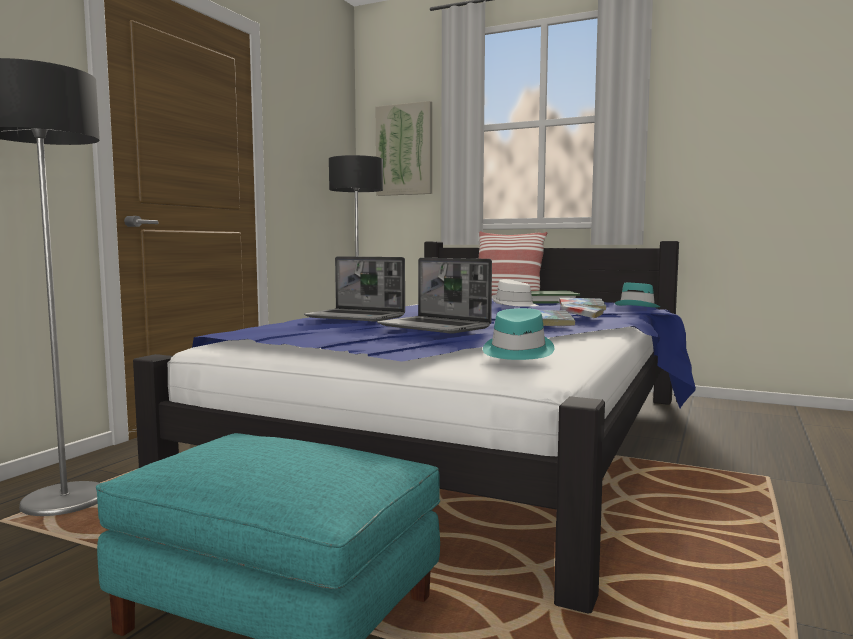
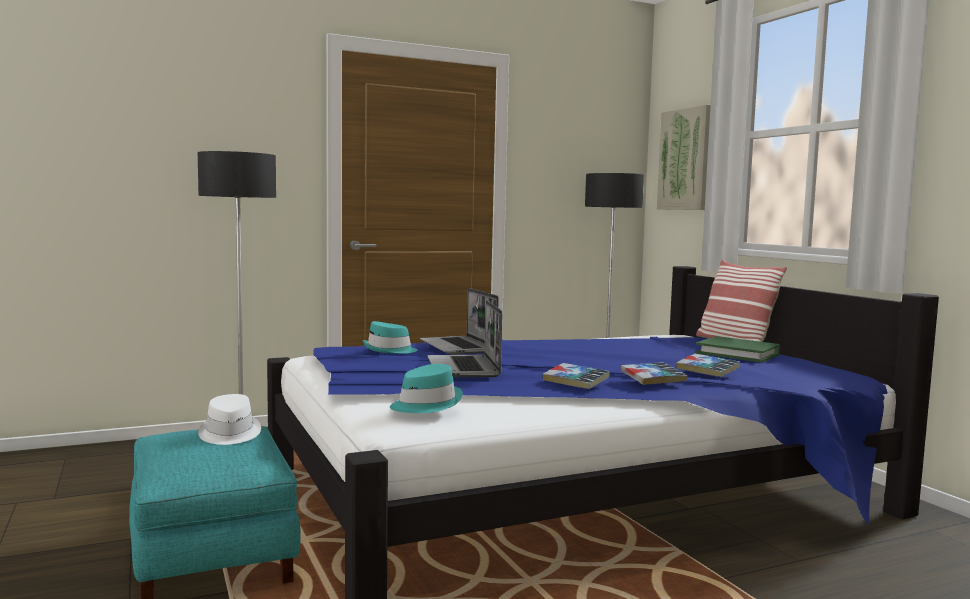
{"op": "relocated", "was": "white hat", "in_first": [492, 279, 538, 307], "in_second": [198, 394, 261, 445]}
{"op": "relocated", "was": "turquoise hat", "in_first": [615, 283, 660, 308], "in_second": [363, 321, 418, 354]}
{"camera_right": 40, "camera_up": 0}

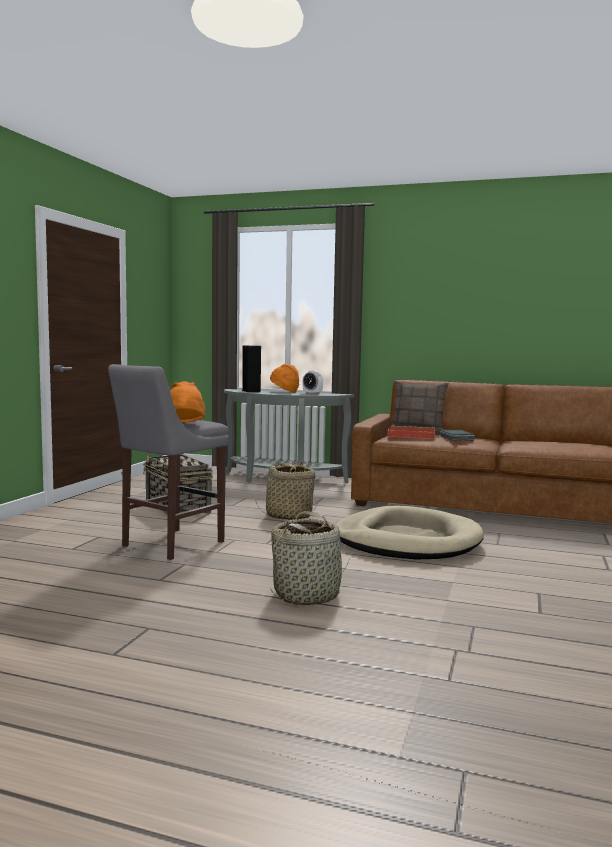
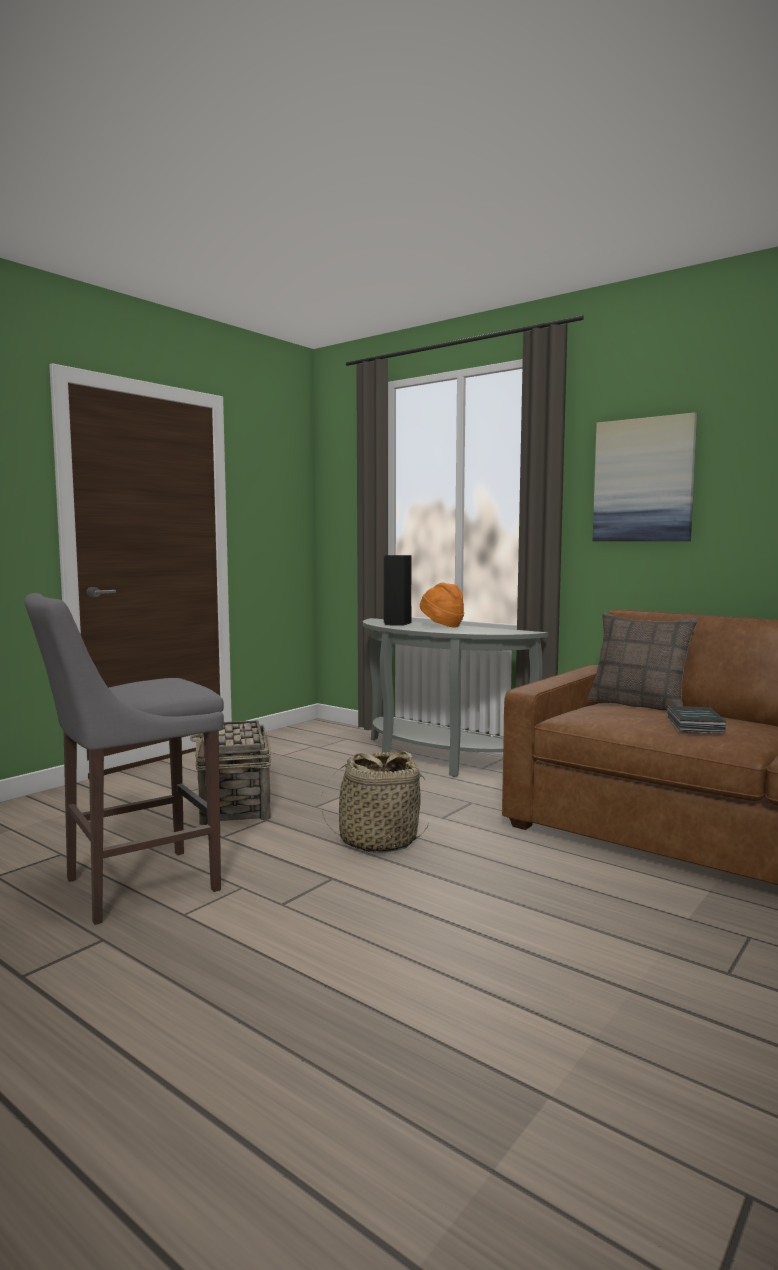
{"op": "missing", "was": "alarm clock", "in_first": [302, 370, 323, 395]}
{"op": "missing", "was": "orange hat", "in_first": [170, 381, 206, 423]}
{"op": "missing", "was": "red tray", "in_first": [387, 426, 435, 439]}
{"op": "missing", "was": "beige dog bed", "in_first": [334, 506, 484, 559]}
{"op": "missing", "was": "basket", "in_first": [270, 511, 350, 605]}
{"op": "appeared", "now": "picture", "in_second": [593, 413, 697, 541]}
{"camera_right": 20, "camera_up": 0}

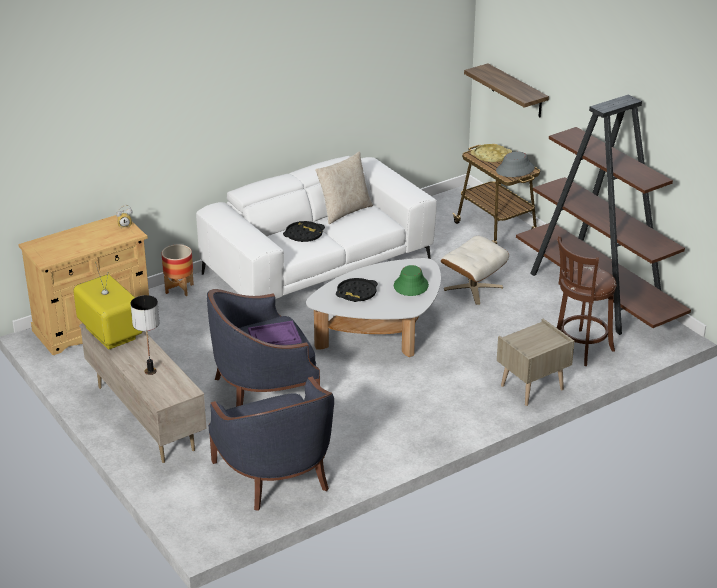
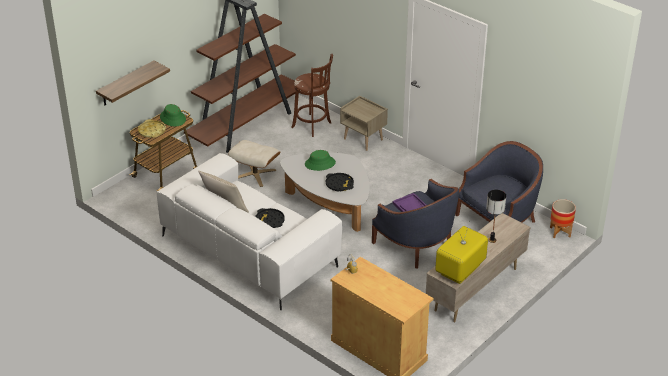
{"op": "colour", "was": "grey hat", "now": "green hat", "in_first": [496, 152, 535, 177], "in_second": [160, 104, 186, 126]}
{"op": "relocated", "was": "planter", "in_first": [162, 244, 194, 296], "in_second": [550, 199, 576, 238]}
{"camera_right": -105, "camera_up": 5}

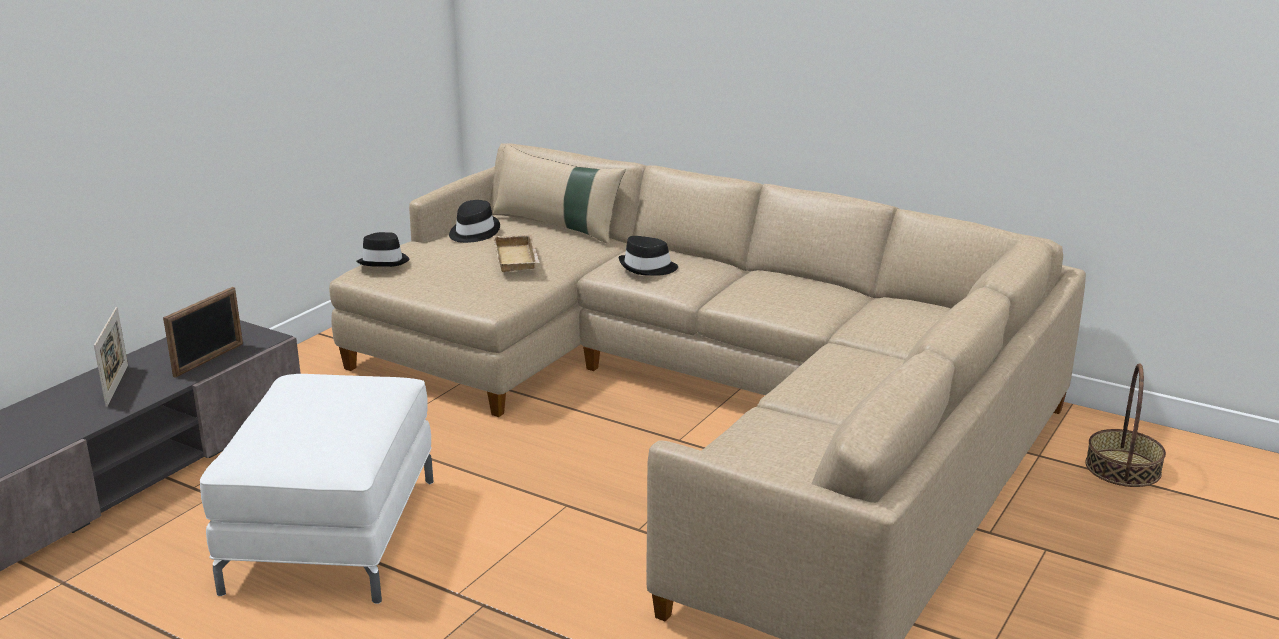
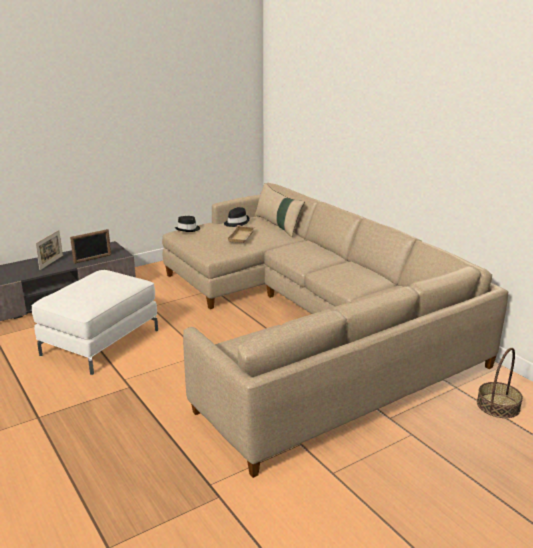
{"op": "missing", "was": "black hat", "in_first": [619, 236, 678, 276]}
{"camera_right": 25, "camera_up": 0}

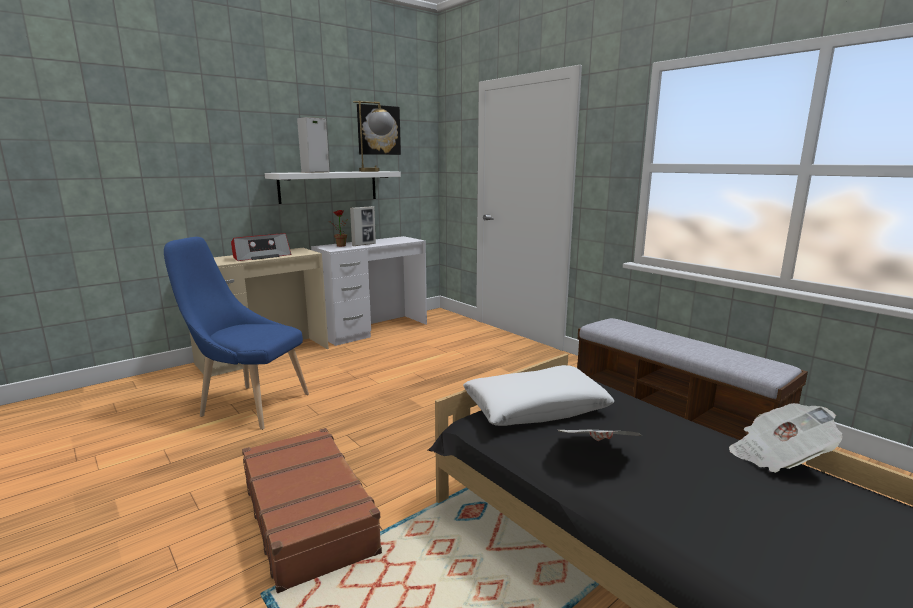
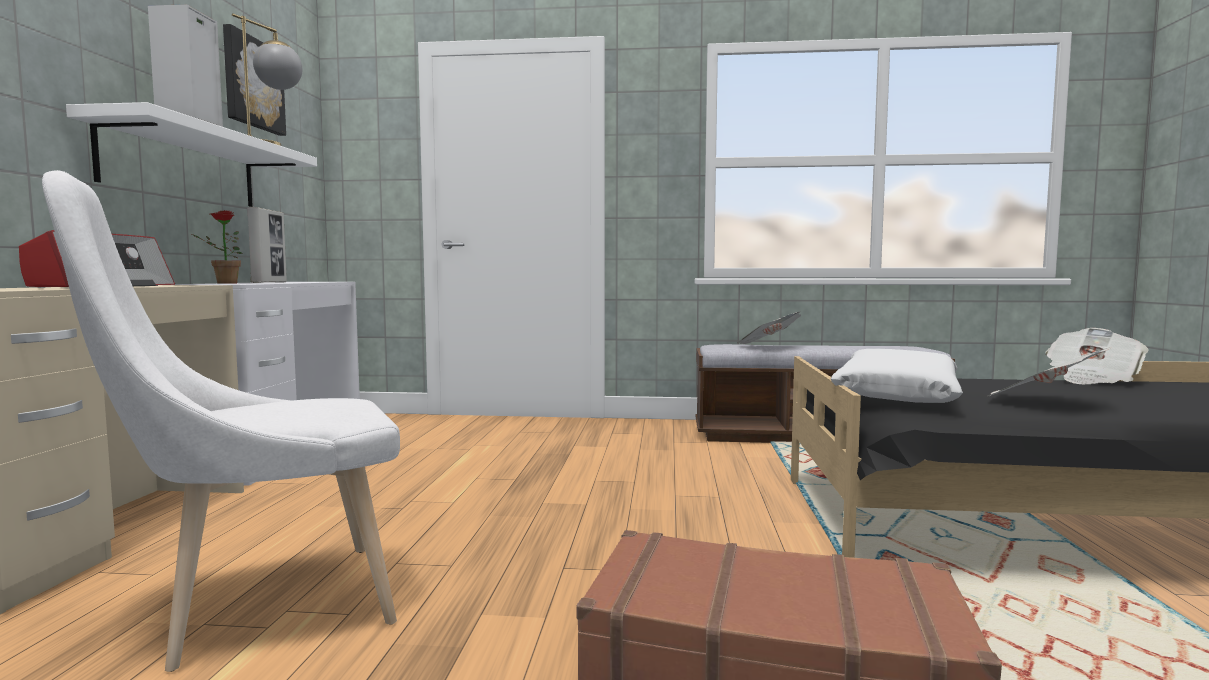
{"op": "colour", "was": "blue chair", "now": "white chair", "in_first": [164, 237, 309, 430], "in_second": [42, 170, 400, 672]}
{"op": "appeared", "now": "newspaper", "in_second": [737, 312, 801, 344]}
{"camera_right": -45, "camera_up": -10}

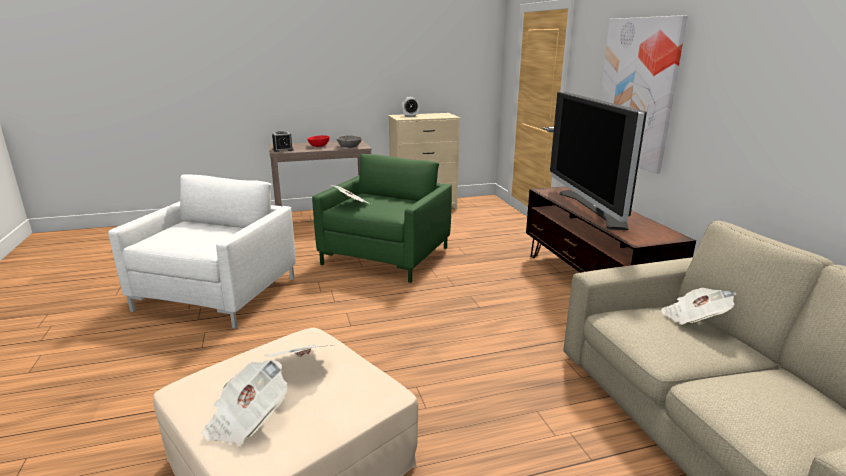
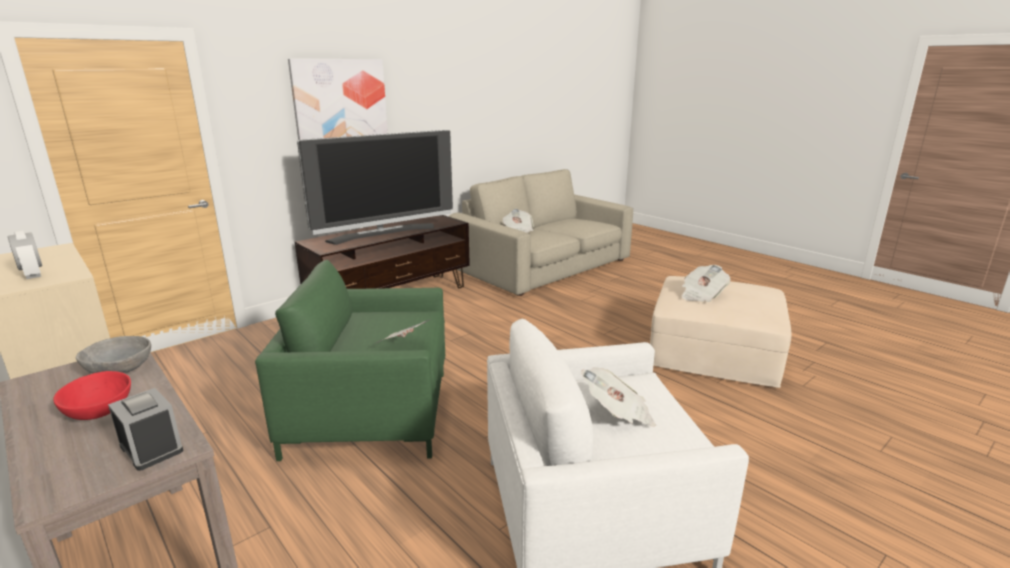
{"op": "relocated", "was": "newspaper", "in_first": [202, 360, 287, 446], "in_second": [581, 367, 656, 427]}
{"camera_right": -115, "camera_up": 0}

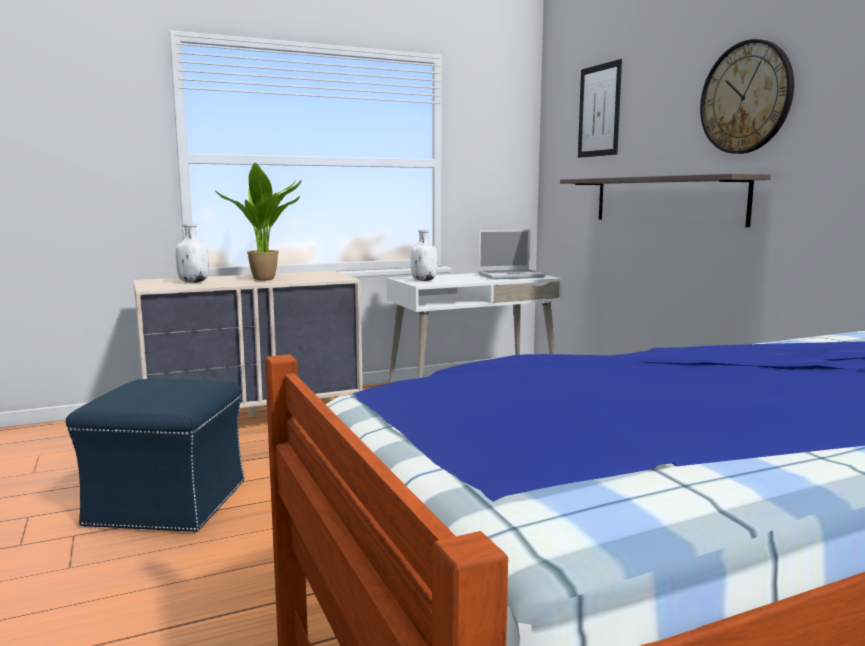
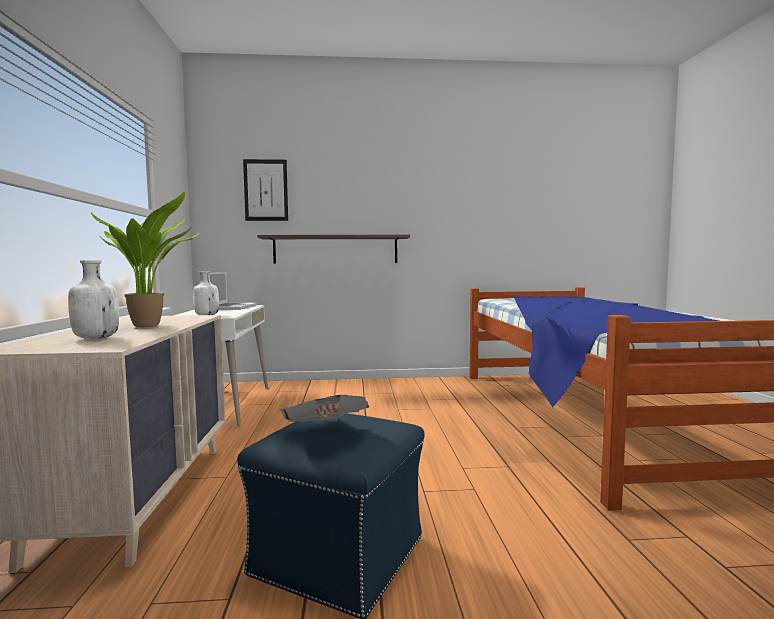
{"op": "missing", "was": "wall clock", "in_first": [700, 39, 794, 154]}
{"op": "appeared", "now": "newspaper", "in_second": [280, 395, 369, 422]}
{"camera_right": -70, "camera_up": -5}

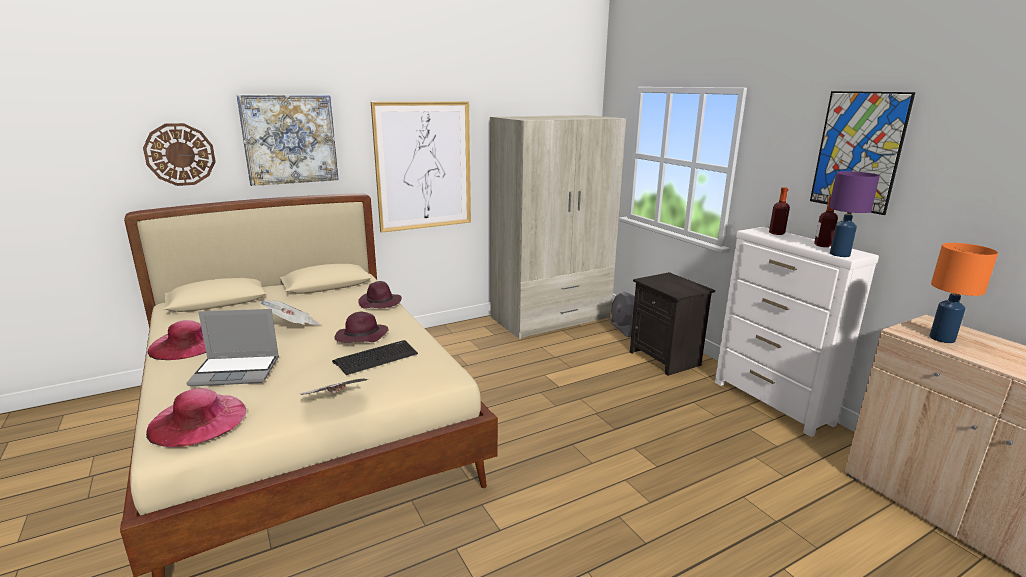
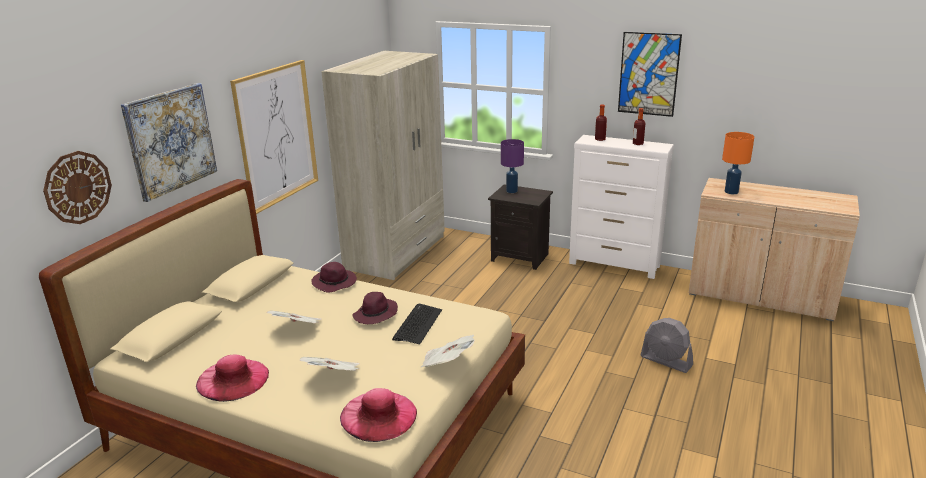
{"op": "relocated", "was": "purple table lamp", "in_first": [829, 171, 880, 257], "in_second": [501, 139, 524, 193]}
{"op": "relocated", "was": "grey fan", "in_first": [610, 292, 635, 337], "in_second": [640, 318, 693, 373]}
{"op": "exchanged", "was": "laptop", "now": "newspaper", "in_first": [187, 309, 279, 386], "in_second": [300, 357, 360, 371]}
{"camera_right": -35, "camera_up": 5}

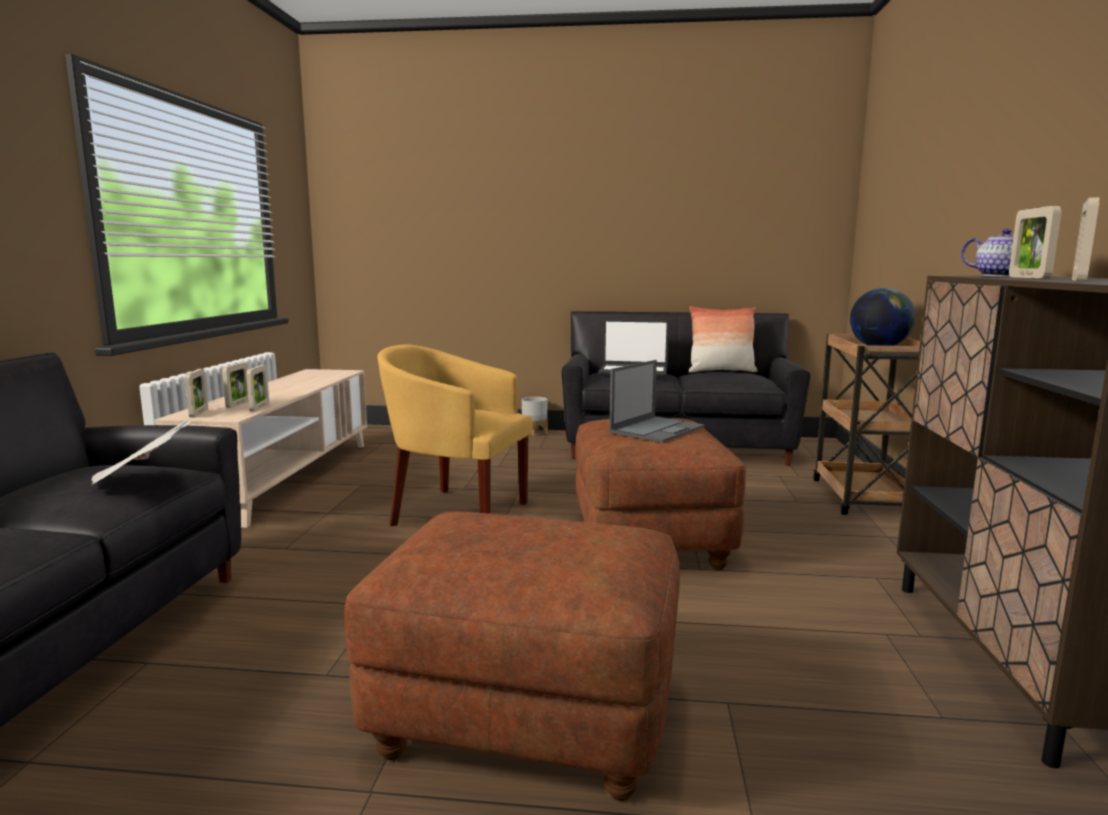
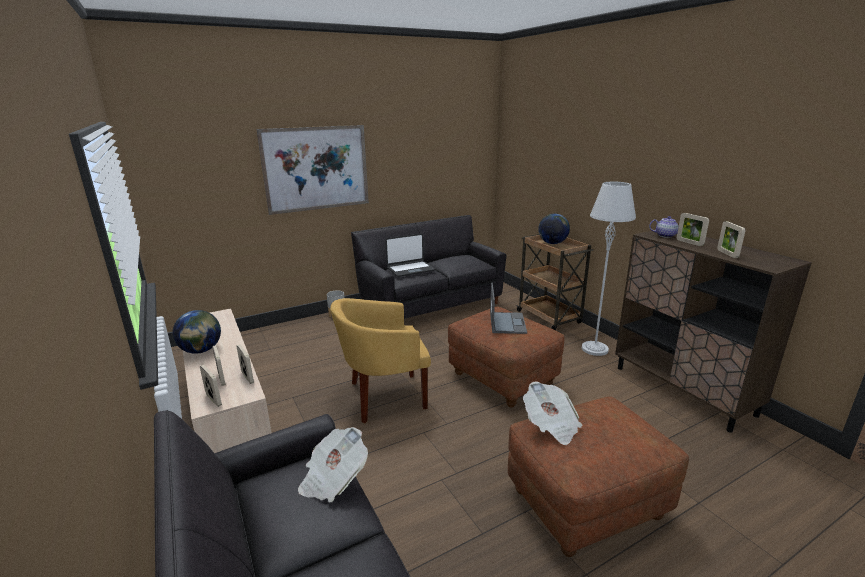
{"op": "missing", "was": "pillow", "in_first": [689, 306, 758, 373]}
{"op": "appeared", "now": "picture", "in_second": [256, 125, 369, 215]}
{"op": "appeared", "now": "grey floor lamp", "in_second": [582, 182, 636, 356]}
{"op": "appeared", "now": "globe", "in_second": [173, 310, 221, 354]}
{"op": "appeared", "now": "newspaper", "in_second": [523, 381, 582, 445]}
{"camera_right": -35, "camera_up": 10}

